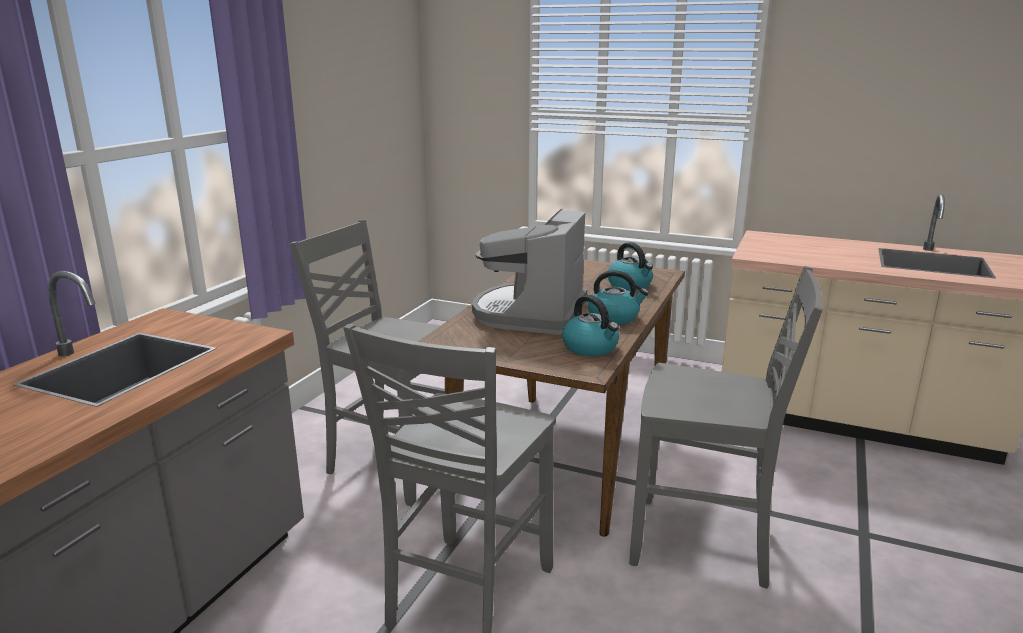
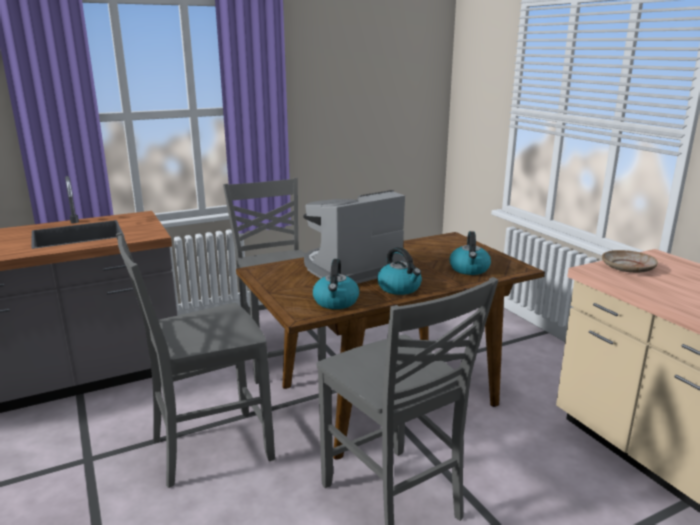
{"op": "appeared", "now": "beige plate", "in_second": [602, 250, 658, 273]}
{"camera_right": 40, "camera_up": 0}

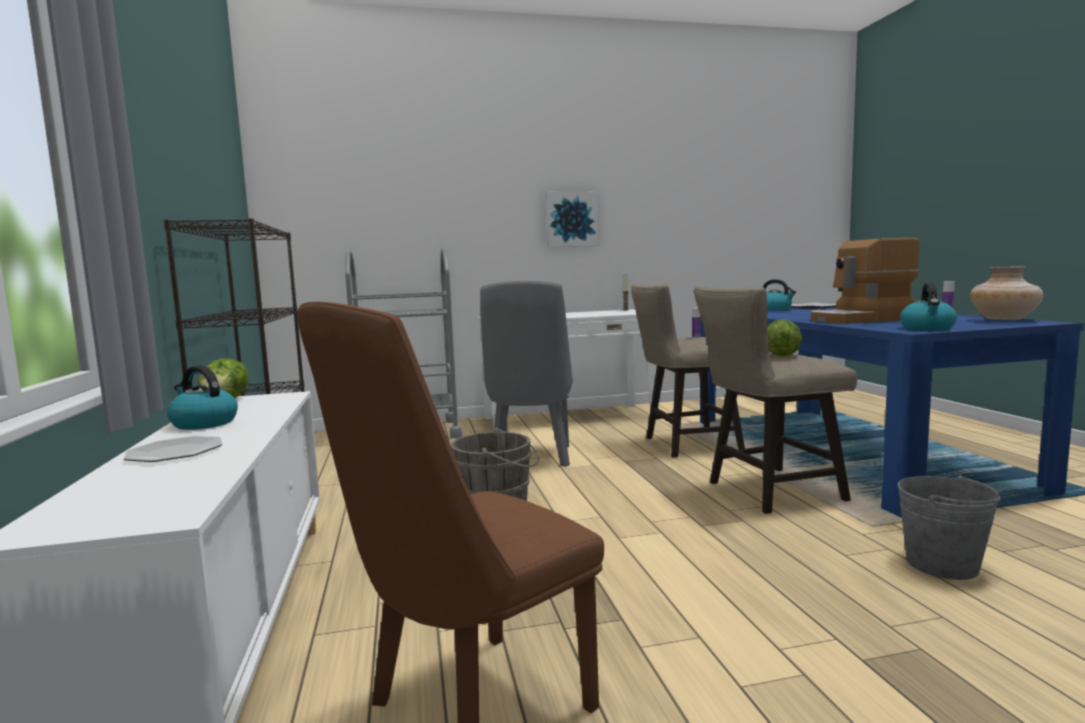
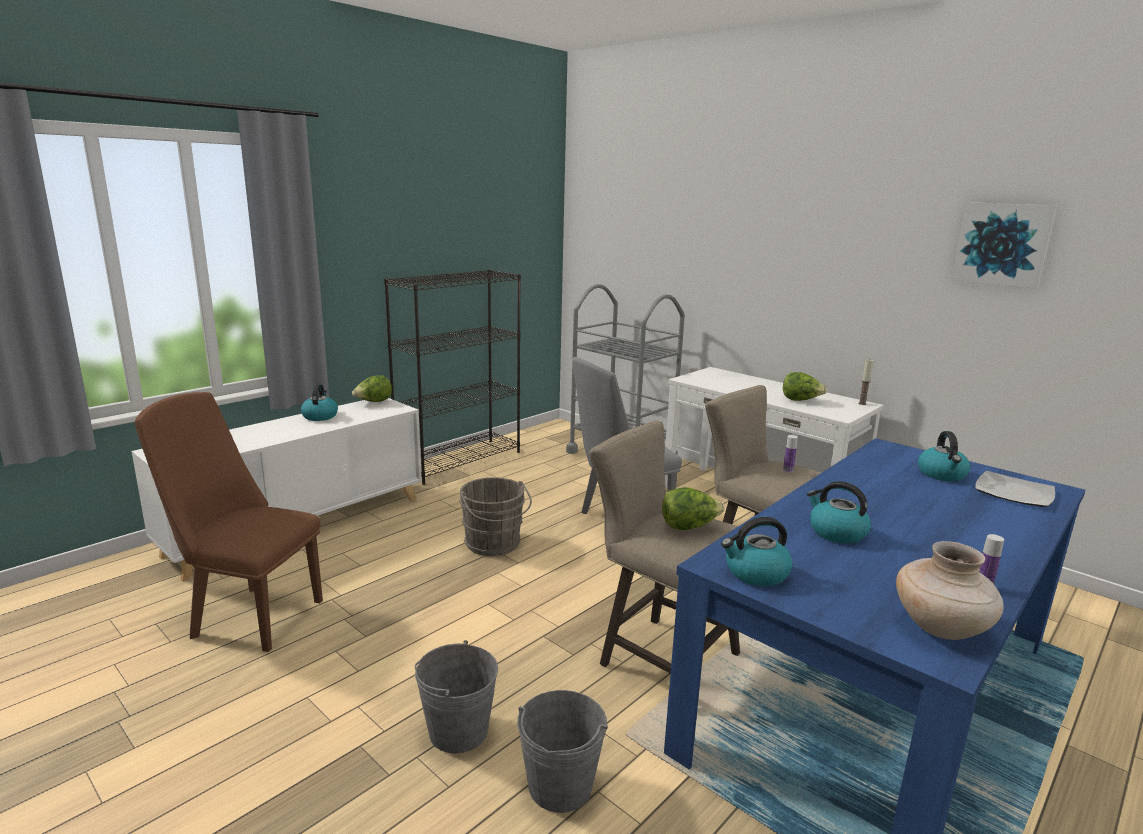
{"op": "relocated", "was": "picture", "in_first": [545, 191, 600, 247], "in_second": [951, 202, 1057, 289]}
{"op": "exchanged", "was": "coffee machine", "now": "kettle", "in_first": [811, 238, 920, 324], "in_second": [807, 481, 871, 544]}
{"op": "missing", "was": "plate", "in_first": [124, 436, 222, 462]}
{"op": "appeared", "now": "lettuce", "in_second": [783, 372, 827, 401]}
{"op": "appeared", "now": "grey bucket", "in_second": [415, 640, 498, 753]}
{"camera_right": 55, "camera_up": 10}

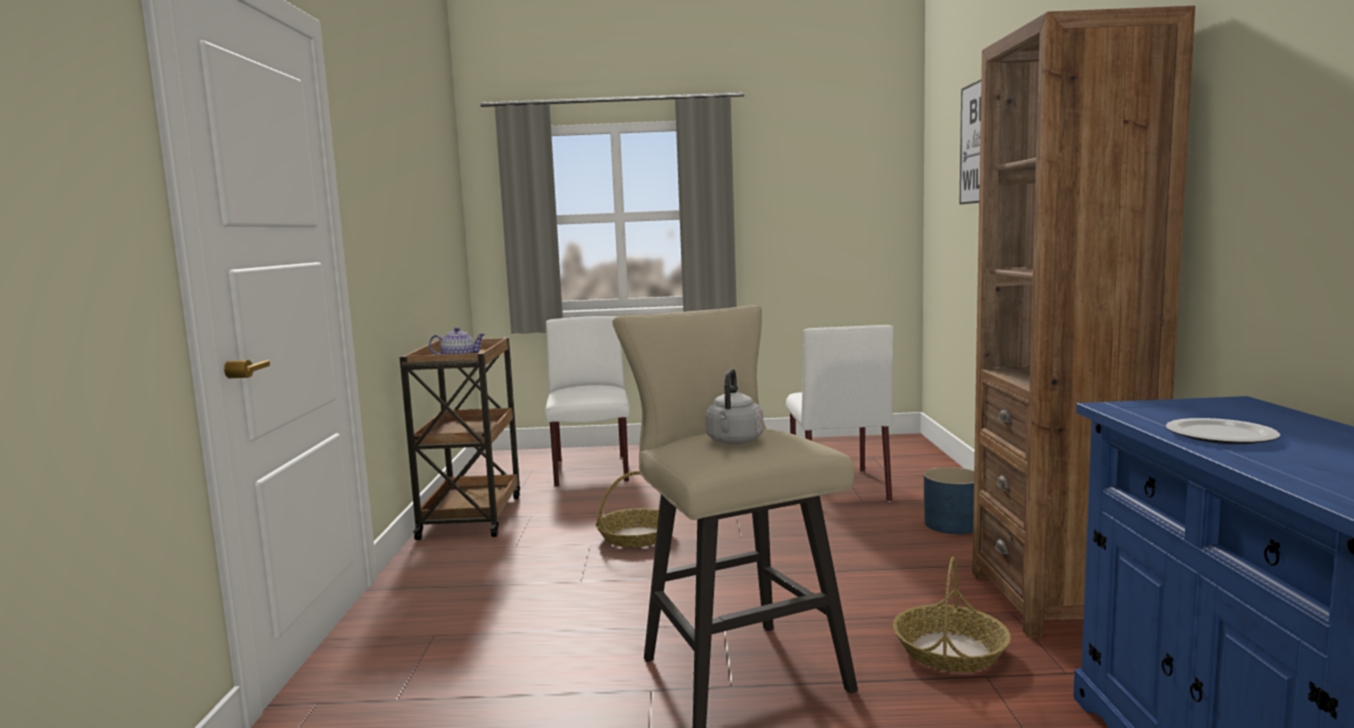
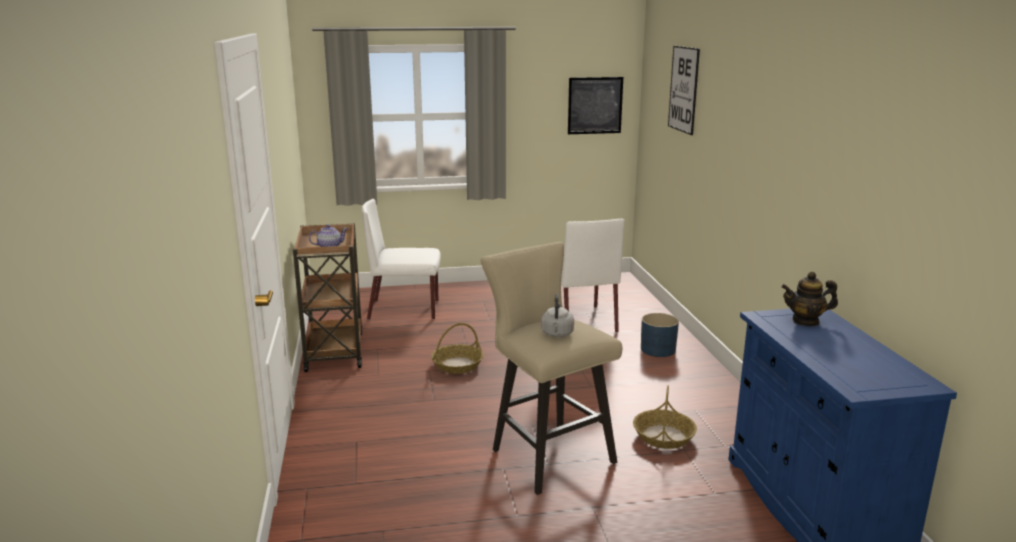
{"op": "missing", "was": "brown bookcase", "in_first": [972, 6, 1195, 638]}
{"op": "spun", "was": "white chair", "in_first": [545, 316, 630, 487], "in_second": [362, 199, 441, 320], "clockwise": -75}
{"op": "missing", "was": "plate", "in_first": [1166, 418, 1280, 444]}
{"op": "appeared", "now": "picture", "in_second": [568, 77, 623, 134]}
{"op": "appeared", "now": "teapot", "in_second": [781, 272, 838, 326]}
{"camera_right": -10, "camera_up": 10}

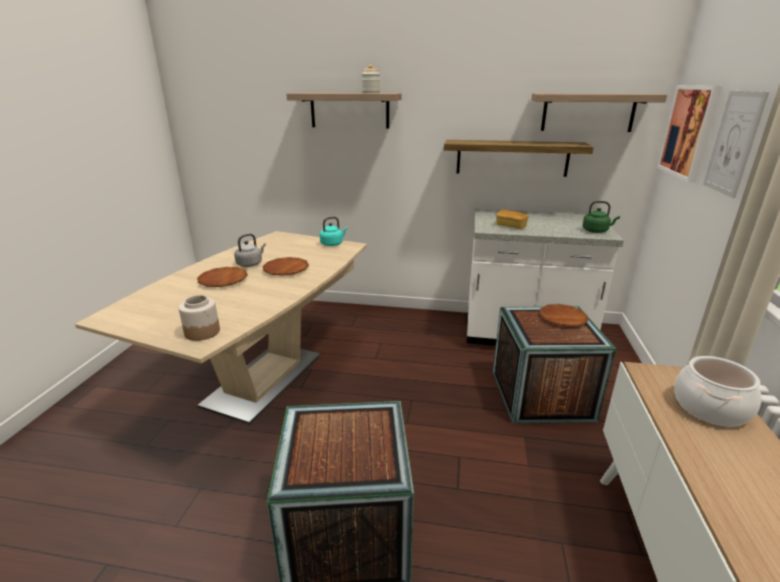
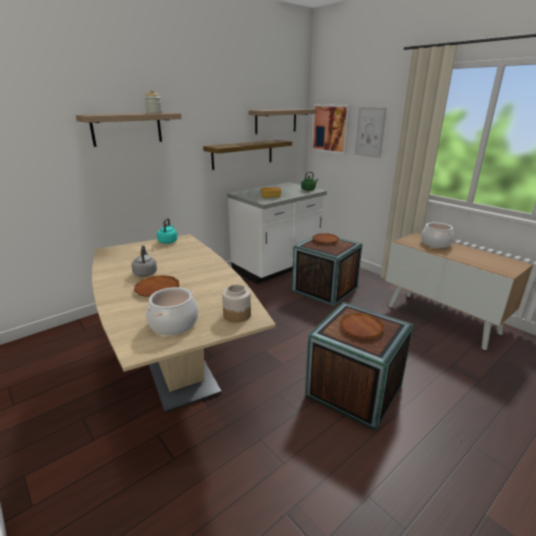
{"op": "relocated", "was": "brown plate", "in_first": [263, 257, 309, 276], "in_second": [339, 313, 384, 338]}
{"op": "appeared", "now": "cooking pot", "in_second": [146, 287, 198, 335]}
{"camera_right": -50, "camera_up": 0}

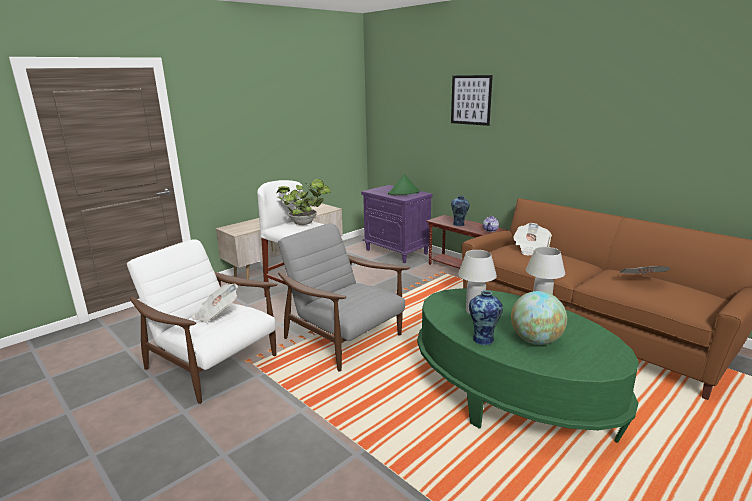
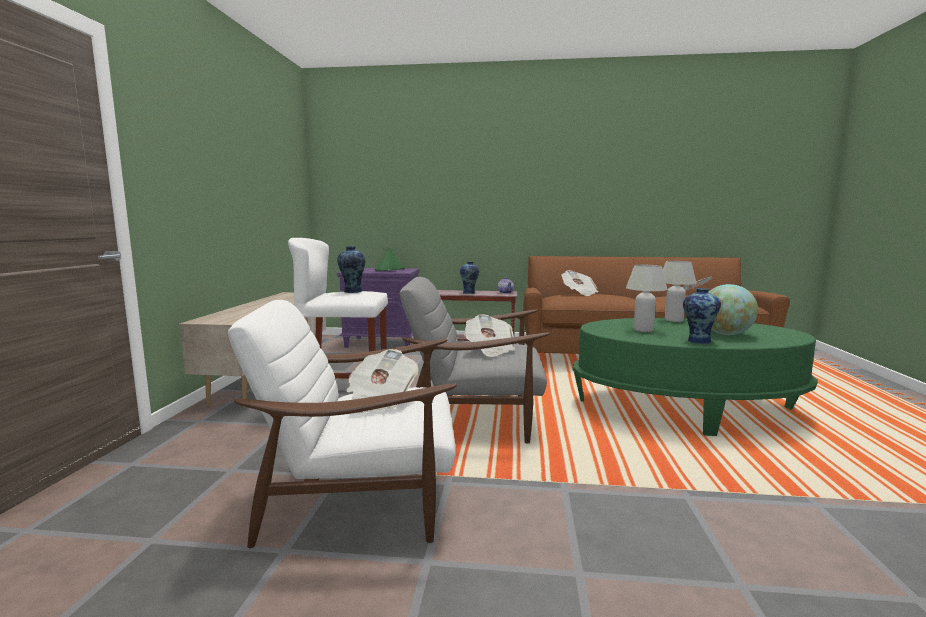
{"op": "missing", "was": "picture", "in_first": [451, 75, 493, 126]}
{"op": "exchanged", "was": "potted plant", "now": "vase", "in_first": [277, 179, 331, 225], "in_second": [337, 246, 365, 293]}
{"op": "appeared", "now": "newspaper", "in_second": [464, 314, 515, 357]}
{"camera_right": -40, "camera_up": -10}

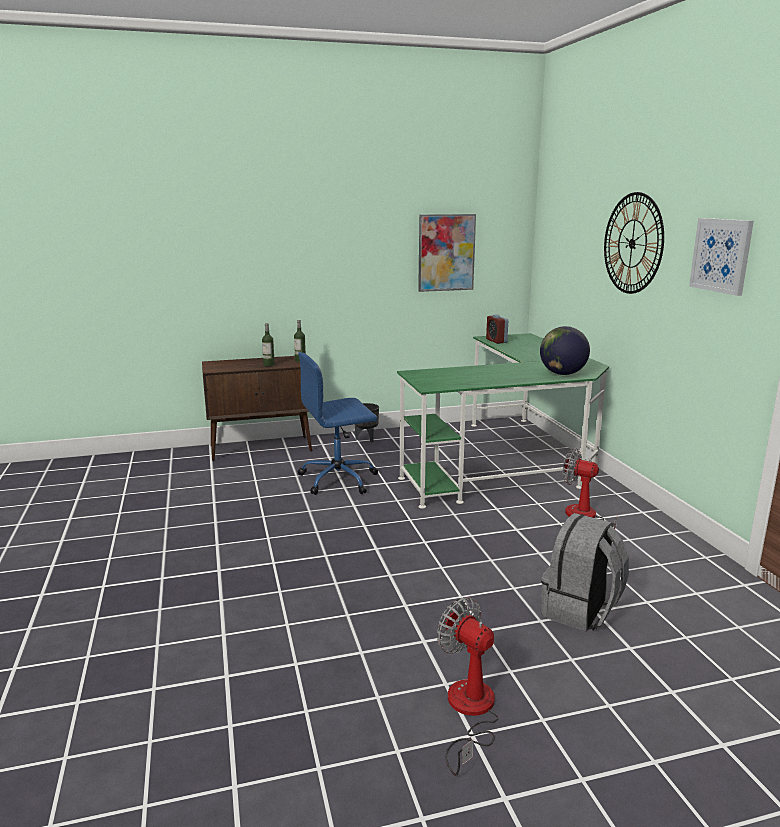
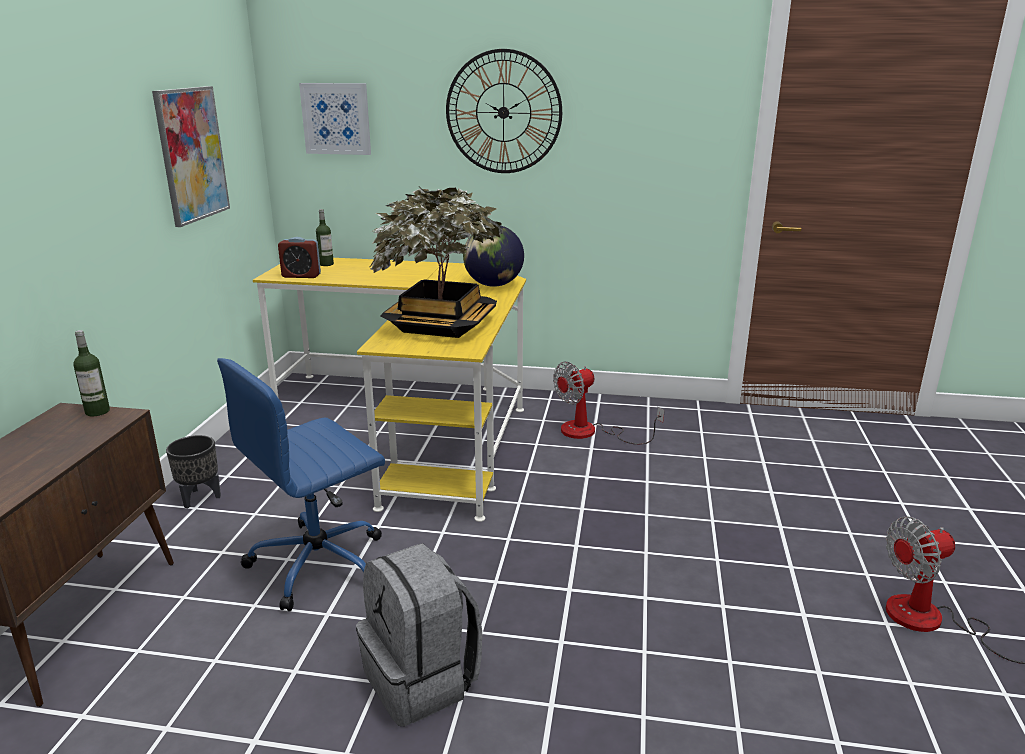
{"op": "relocated", "was": "picture", "in_first": [689, 218, 754, 296], "in_second": [299, 83, 371, 155]}
{"op": "relocated", "was": "bottle", "in_first": [262, 323, 275, 367], "in_second": [316, 209, 334, 266]}
{"op": "colour", "was": "green desk", "now": "yellow desk", "in_first": [397, 333, 609, 509], "in_second": [253, 258, 526, 522]}
{"op": "spun", "was": "blue office chair", "in_first": [298, 352, 378, 495], "in_second": [217, 358, 385, 612], "clockwise": 45}
{"op": "relocated", "was": "grey backpack", "in_first": [541, 513, 629, 632], "in_second": [356, 543, 482, 727]}
{"op": "appeared", "now": "potted plant", "in_second": [370, 188, 503, 338]}
{"camera_right": -65, "camera_up": 5}

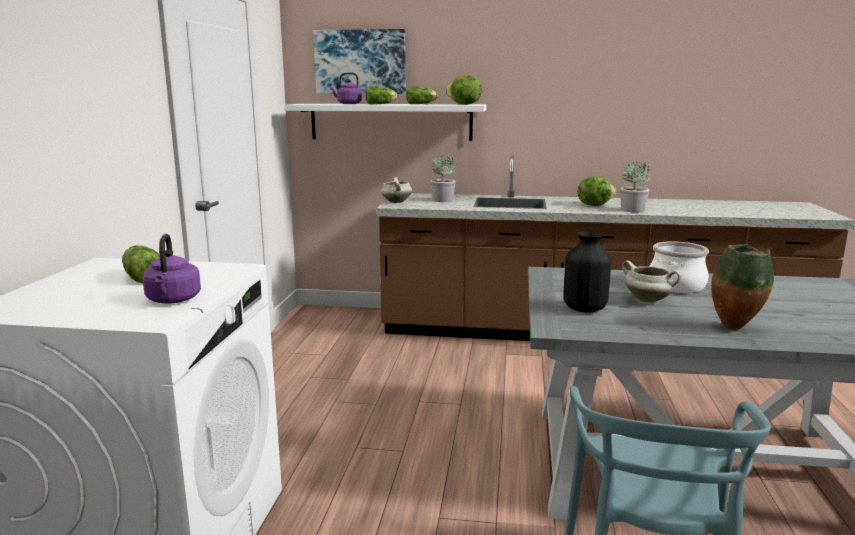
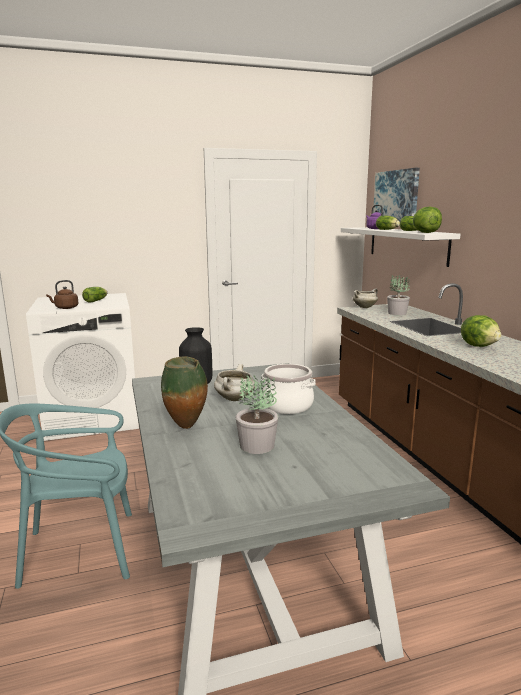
{"op": "relocated", "was": "potted plant", "in_first": [620, 161, 650, 212], "in_second": [236, 375, 278, 454]}
{"op": "colour", "was": "purple kettle", "now": "brown kettle", "in_first": [143, 234, 201, 303], "in_second": [46, 280, 78, 309]}
{"camera_right": 65, "camera_up": 0}

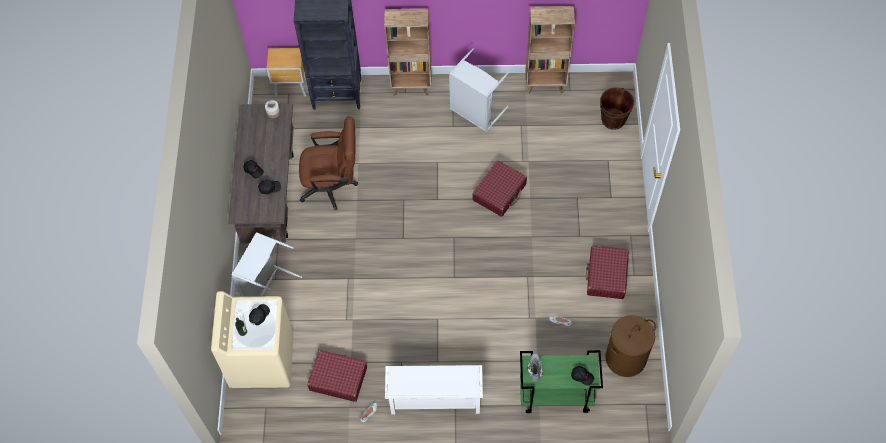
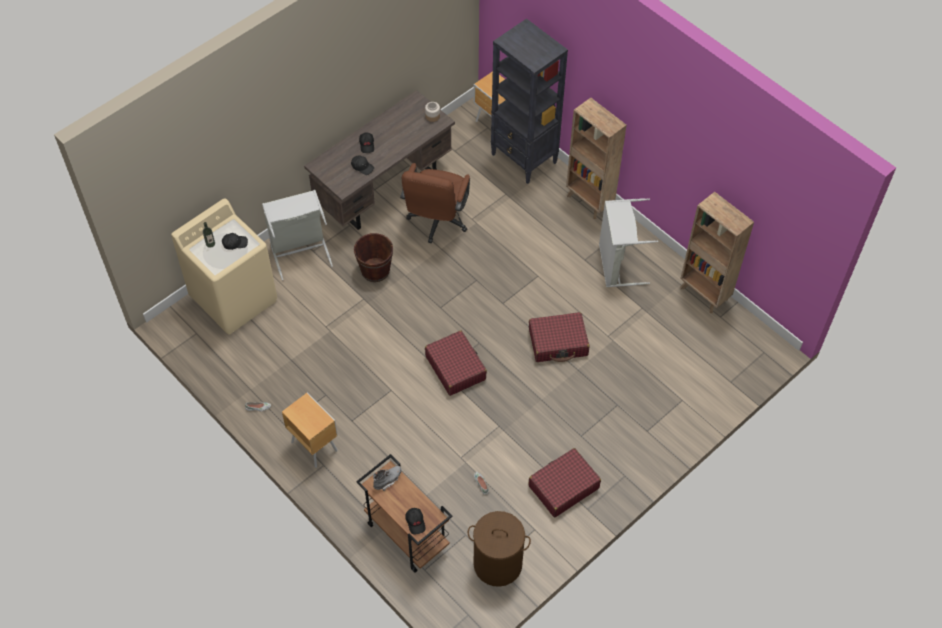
{"op": "relocated", "was": "brown bucket", "in_first": [600, 87, 634, 130], "in_second": [354, 233, 393, 282]}
{"op": "spun", "was": "brown office chair", "in_first": [299, 117, 358, 210], "in_second": [400, 163, 470, 243], "clockwise": 60}
{"op": "relocated", "was": "red suitcase", "in_first": [307, 350, 367, 402], "in_second": [425, 330, 487, 396]}
{"op": "colour", "was": "green cart", "now": "brown cart", "in_first": [520, 350, 603, 413], "in_second": [356, 454, 452, 572]}
{"op": "exchanged", "was": "white shoe rack", "now": "brown nightstand", "in_first": [385, 365, 483, 415], "in_second": [282, 392, 338, 468]}
{"camera_right": 45, "camera_up": -5}

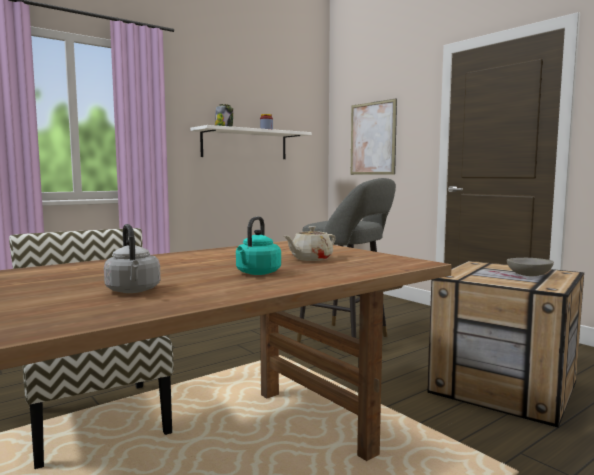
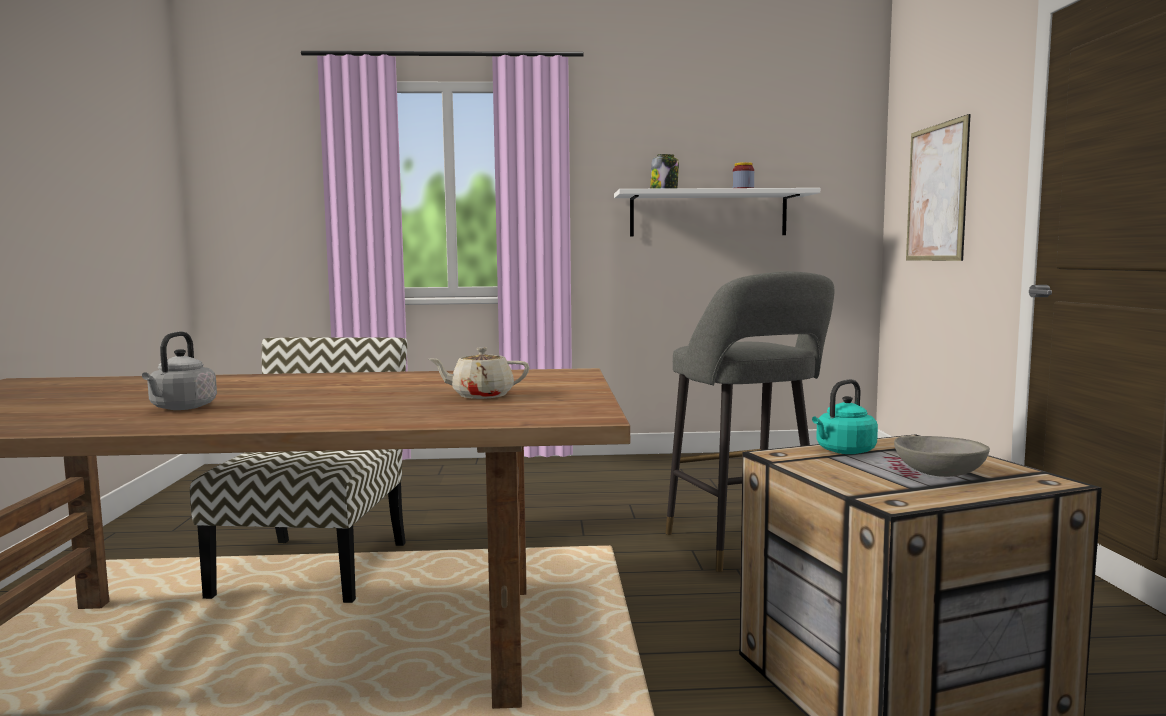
{"op": "relocated", "was": "turquoise kettle", "in_first": [236, 216, 281, 275], "in_second": [812, 379, 878, 454]}
{"camera_right": 35, "camera_up": 0}

